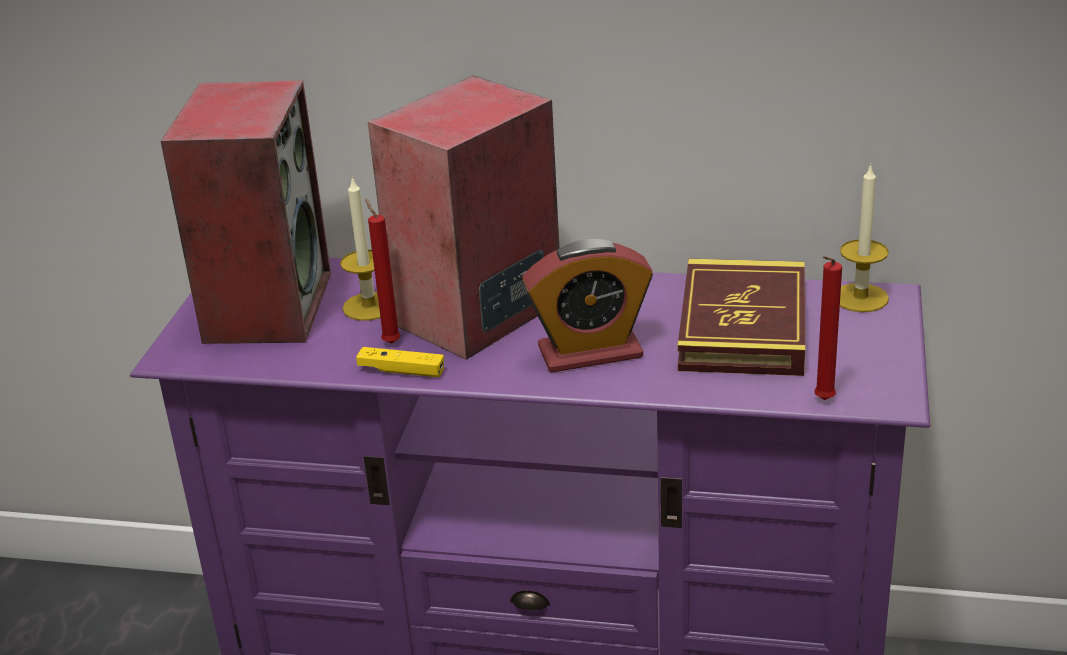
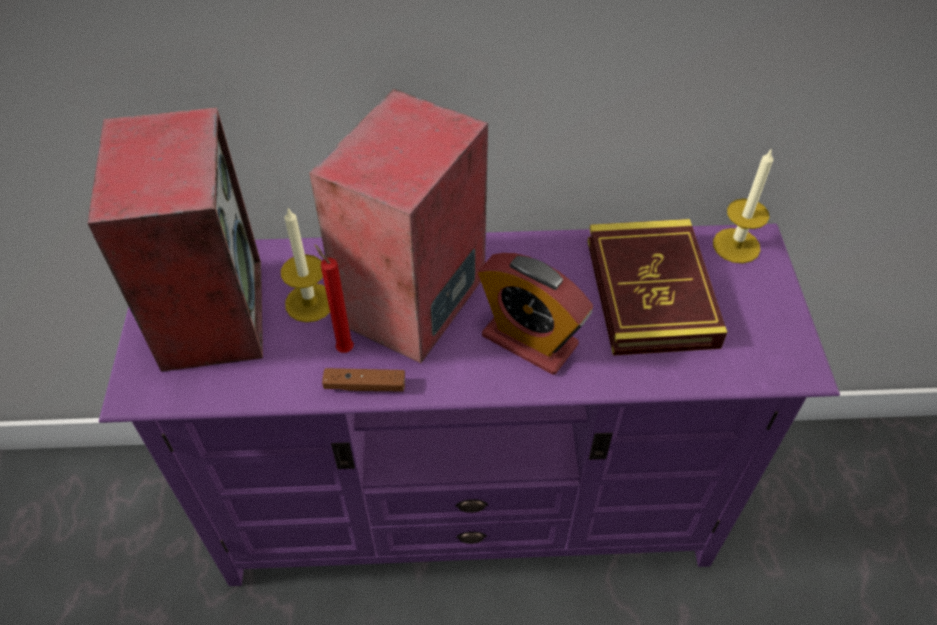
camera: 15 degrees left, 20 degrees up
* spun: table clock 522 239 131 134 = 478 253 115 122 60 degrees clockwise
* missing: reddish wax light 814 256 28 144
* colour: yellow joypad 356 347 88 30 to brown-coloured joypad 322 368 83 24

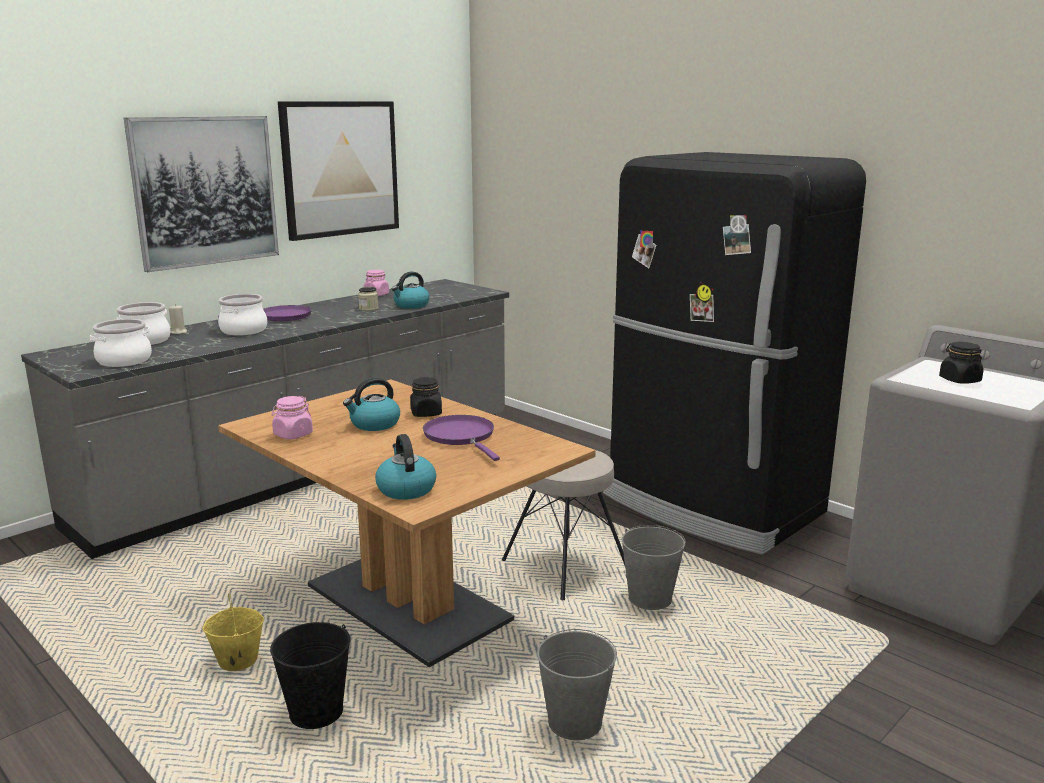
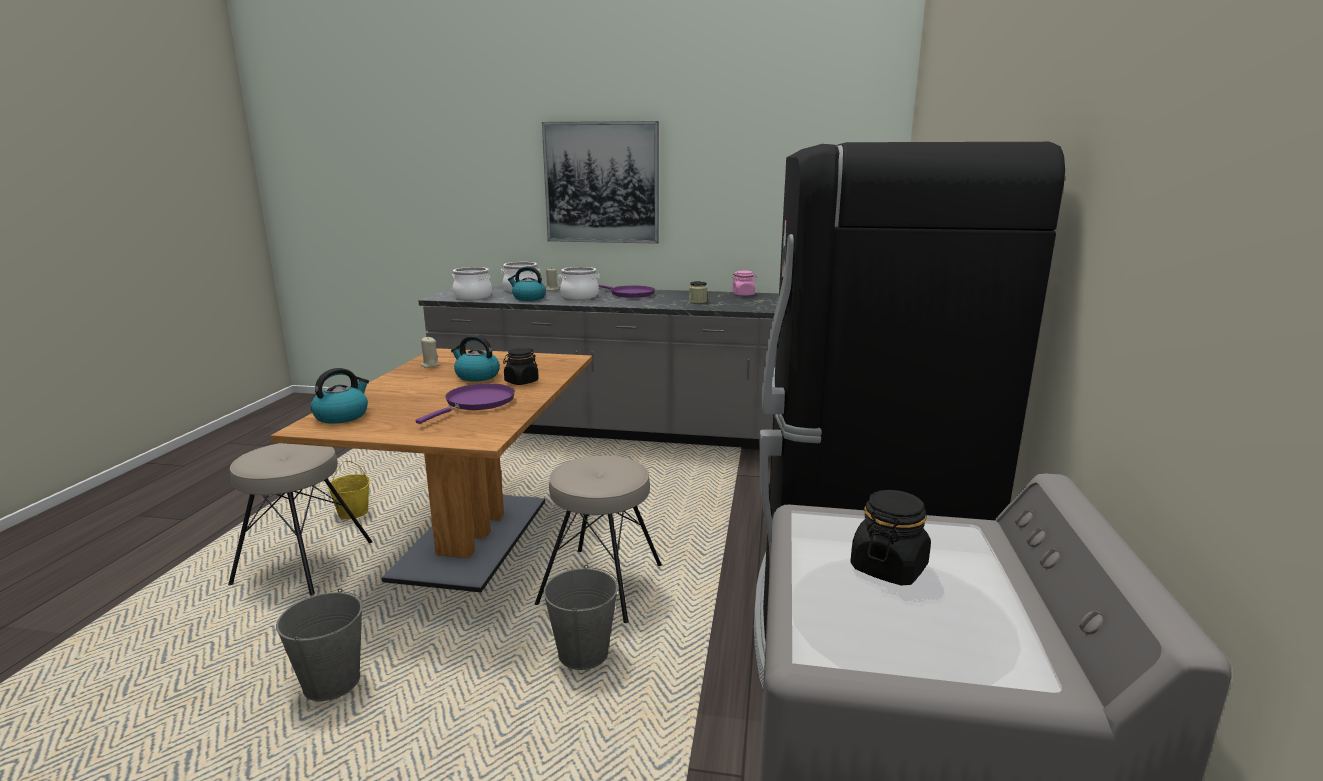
camera: 55 degrees right, 0 degrees up
* missing: picture 278 101 121 140
* relocated: tea kettle 392 272 38 37 to 508 267 38 34
* exchanged: pinkish storage jar 271 396 42 44 to sand-coloured wax light 421 337 19 31
* exchanged: black-coloured water bucket 270 622 80 107 to sand-coloured stool 228 443 145 152

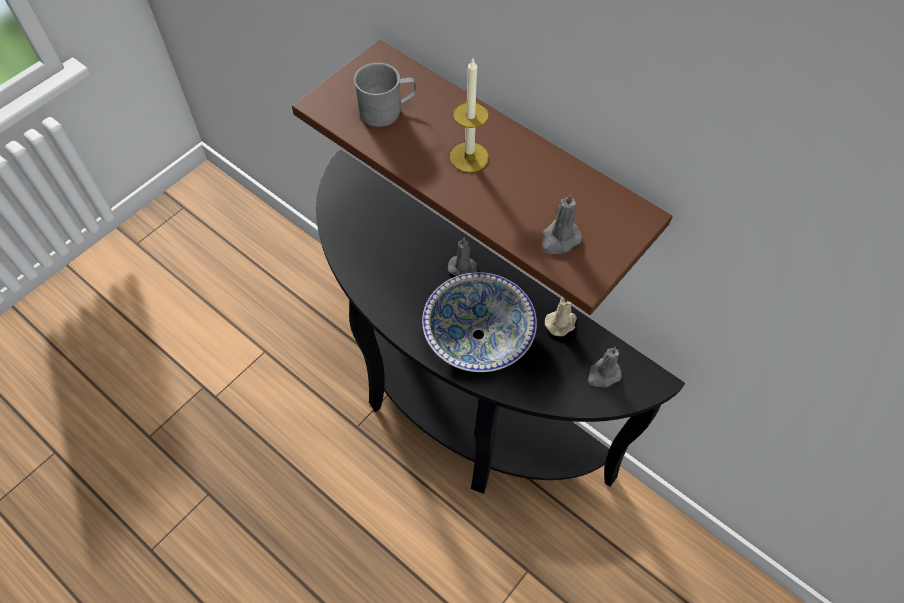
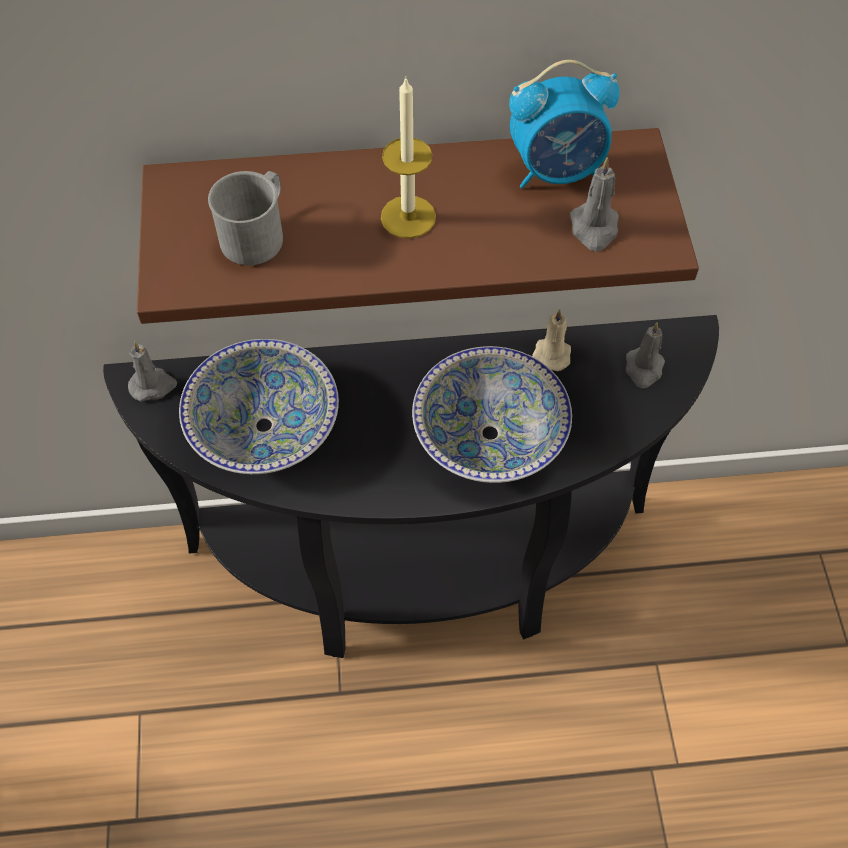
camera: 45 degrees left, 0 degrees up
* relocated: gray wax light 448 237 30 39 to 128 341 49 61
* appeared: table clock 509 60 111 129
* appeared: serving bowl 179 339 160 135

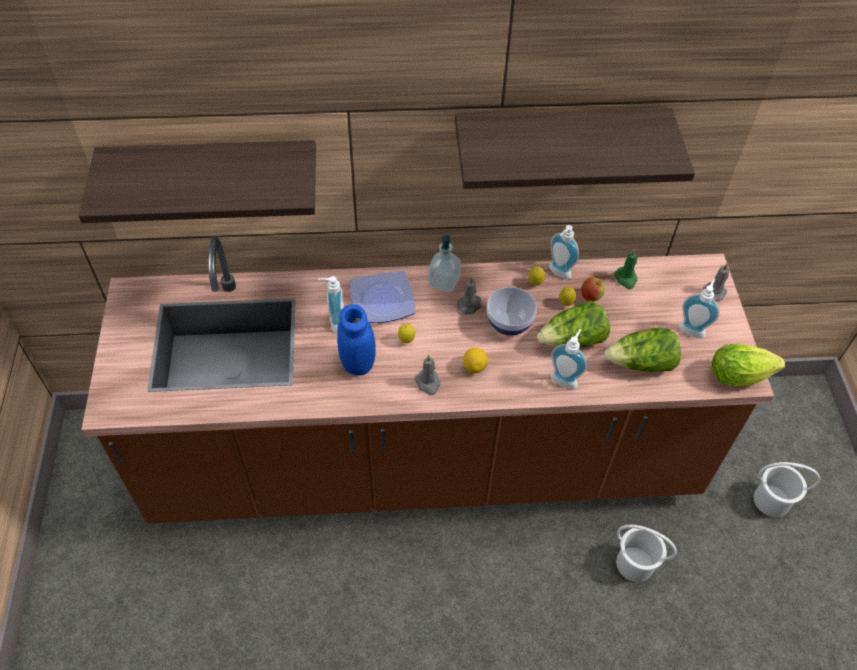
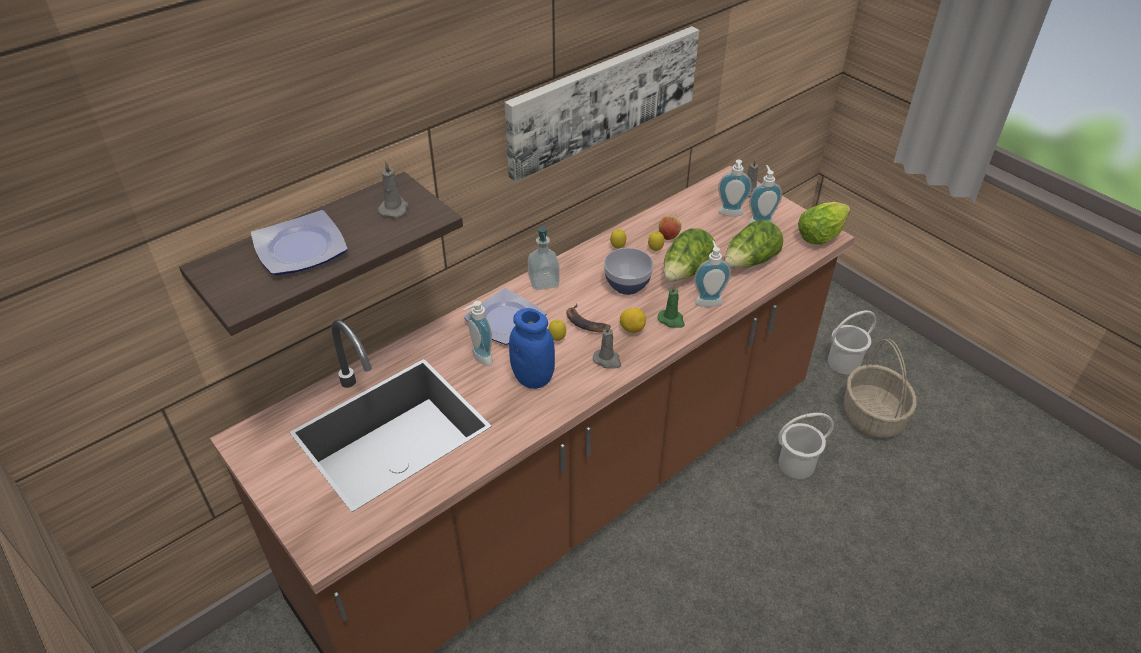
camera: 35 degrees left, 10 degrees down
* exchanged: shelf 455 108 240 81 to picture 504 26 195 156
* relocated: soap bottle 549 225 30 54 to 718 160 34 56
* relocated: greenish wax light 614 249 23 40 to 658 284 27 44
* relocated: gray wax light 457 276 24 38 to 378 161 31 57
* appeared: flat dish 251 210 97 65
* appeared: banana 566 304 45 28
* appeared: basket 844 339 73 99

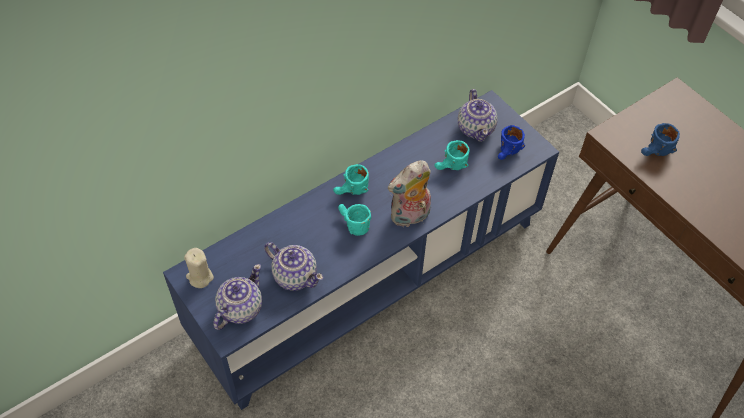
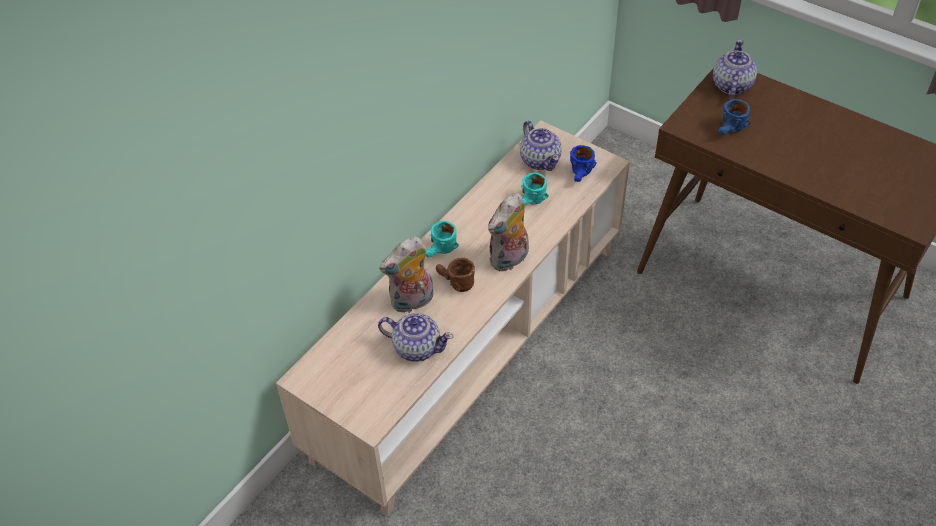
camera: 15 degrees left, 5 degrees down
* colour: blue tv stand 163 90 396 320 to sand-coloured tv stand 276 120 354 397
* colour: blue-green mug 338 204 33 32 to brown-coloured mug 436 258 39 34
* missing: sand-coloured wax light 184 248 30 40
* relocated: tea pot 213 264 49 66 to 713 40 44 58
* appeared: plush toy 380 236 53 77

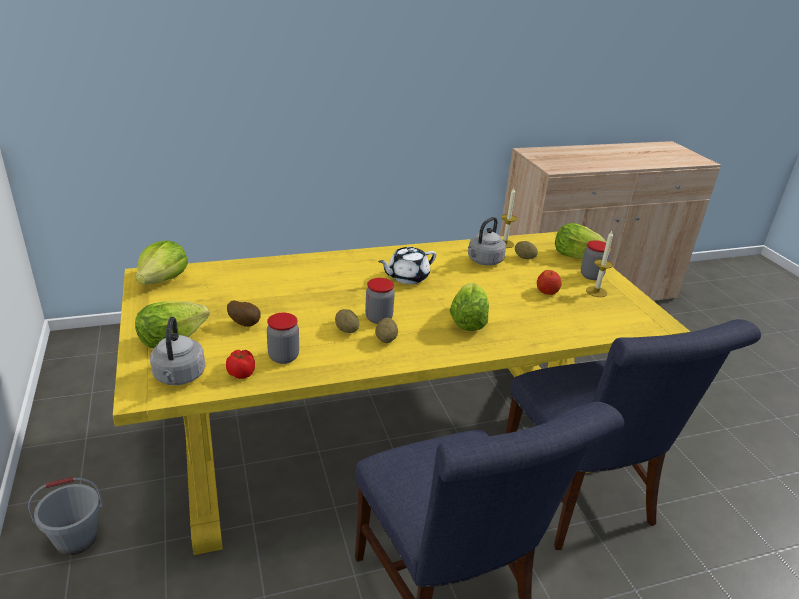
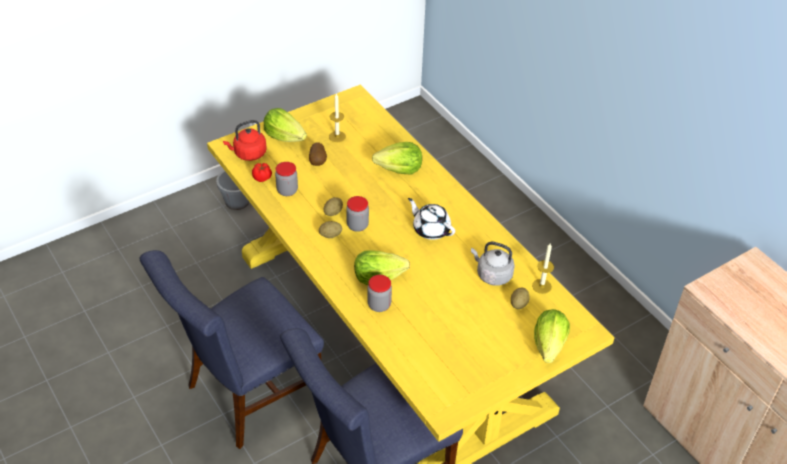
camera: 75 degrees right, 15 degrees up
* relocated: wax light 586 231 27 66 to 329 93 17 49
* relocated: storage jar 581 240 30 40 to 367 275 25 37
* relocated: lettuce 136 241 52 43 to 372 142 50 33
* missing: whole apple 537 270 25 25
* colour: gray tea kettle 150 317 55 68 to reddish tea kettle 223 120 44 41

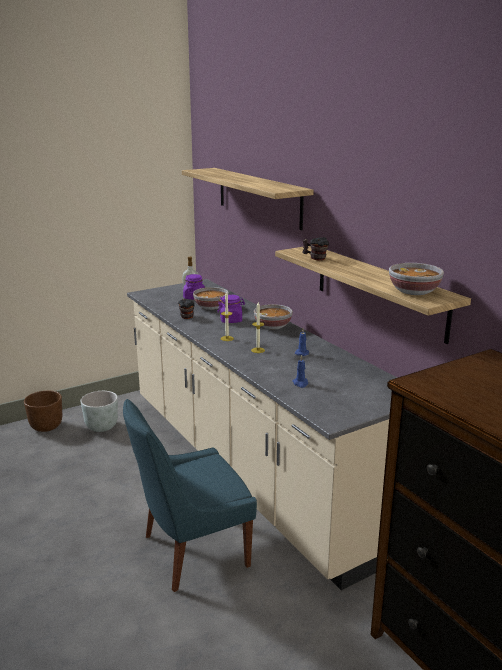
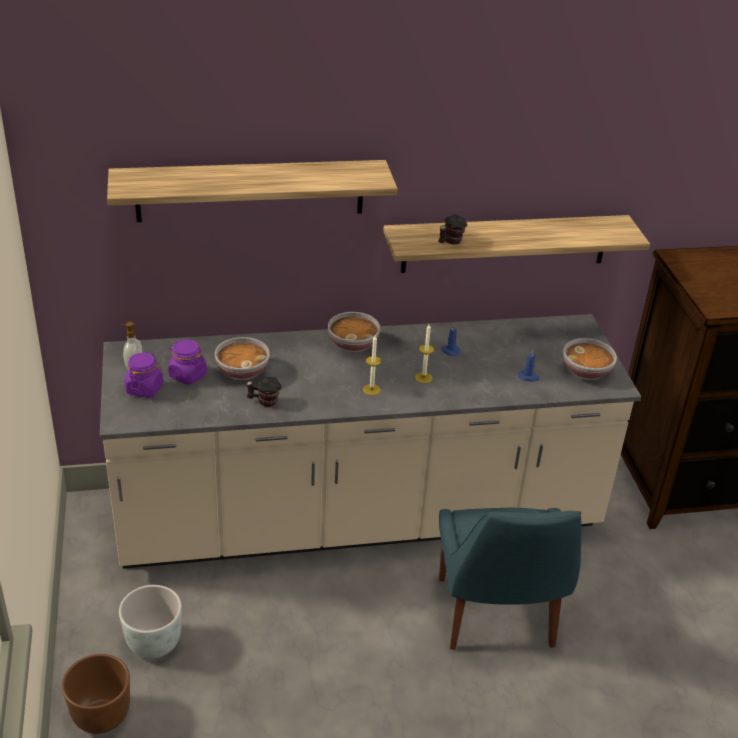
camera: 70 degrees left, 15 degrees up
* relocated: serving bowl 389 263 55 32 to 563 338 54 42
* relocated: purplish storage jar 218 295 27 28 to 125 352 38 46

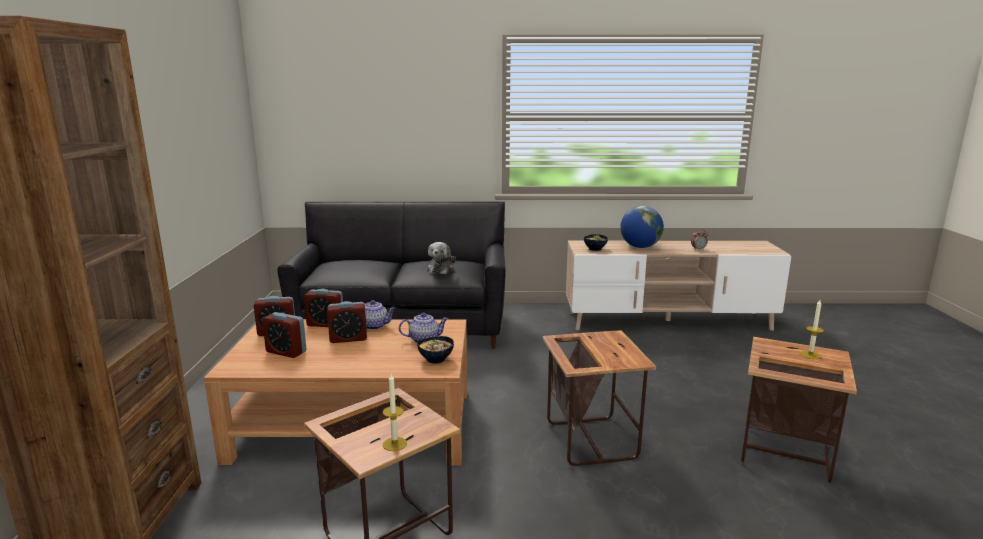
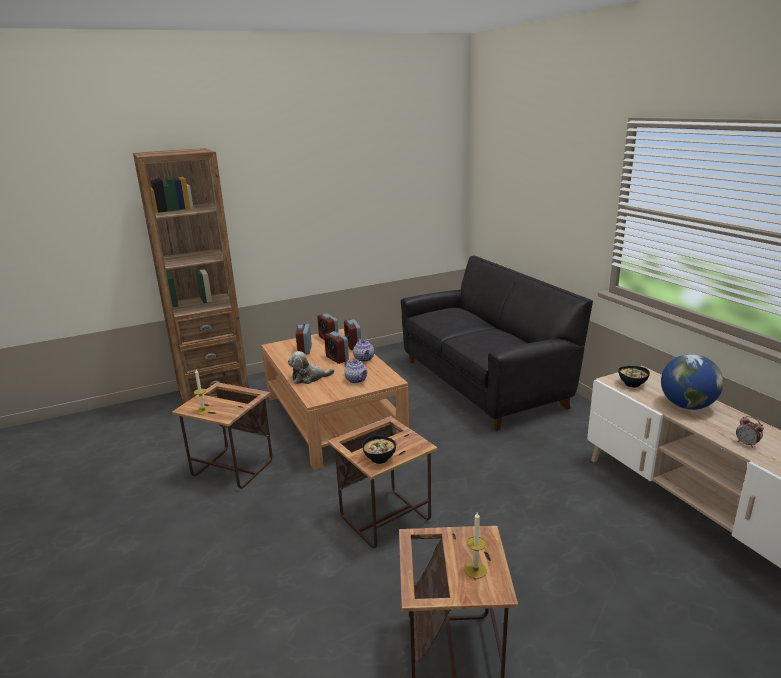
camera: 65 degrees right, 5 degrees up
* relocated: plush toy 428 242 28 32 to 288 351 47 33
* relocated: serving bowl 417 336 37 27 to 362 436 34 28

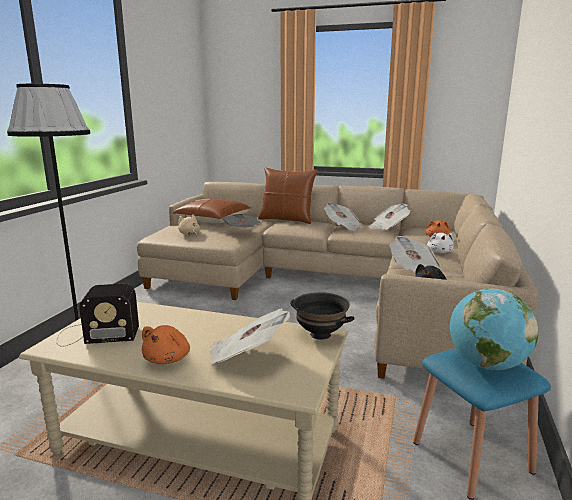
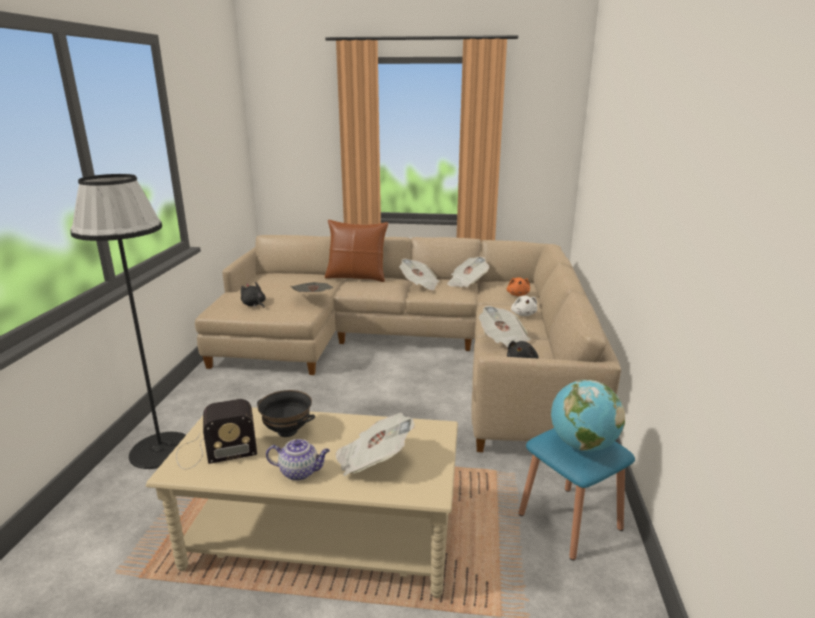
camera: 10 degrees left, 5 degrees up
* missing: brown-coloured cushion 173 198 78 25
* colour: sand-coloured plush toy 178 214 22 22 to black-coloured plush toy 241 282 25 26
* relocated: black-coloured serving bowl 290 292 64 48 to 257 390 58 47
* exchanged: orangey plush toy 142 325 48 39 to tea pot 266 439 64 42

